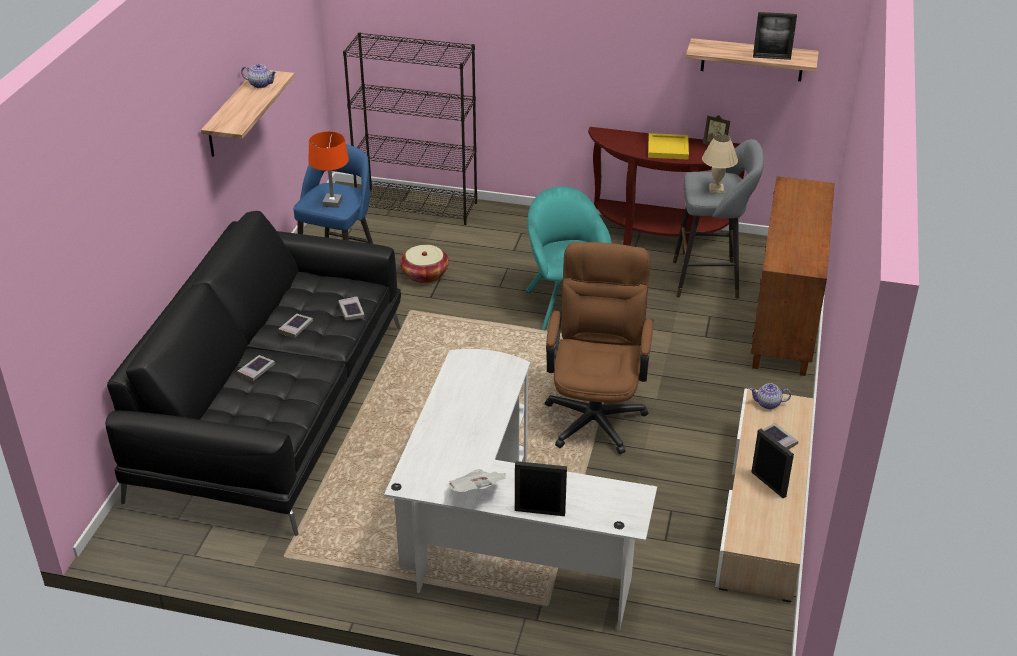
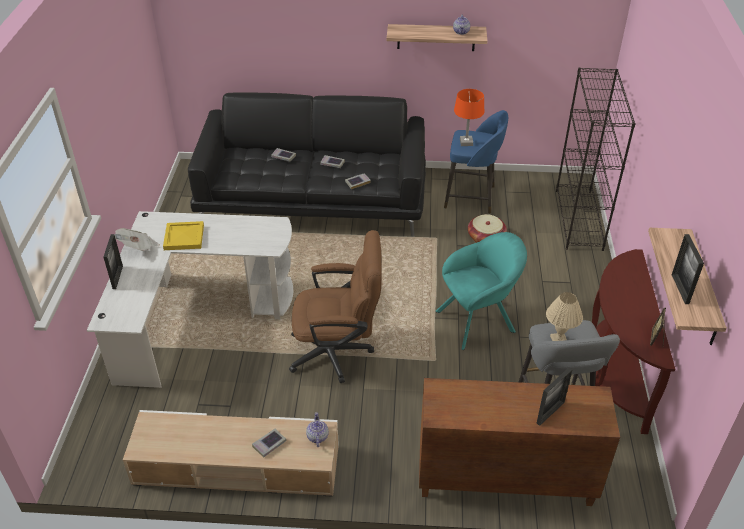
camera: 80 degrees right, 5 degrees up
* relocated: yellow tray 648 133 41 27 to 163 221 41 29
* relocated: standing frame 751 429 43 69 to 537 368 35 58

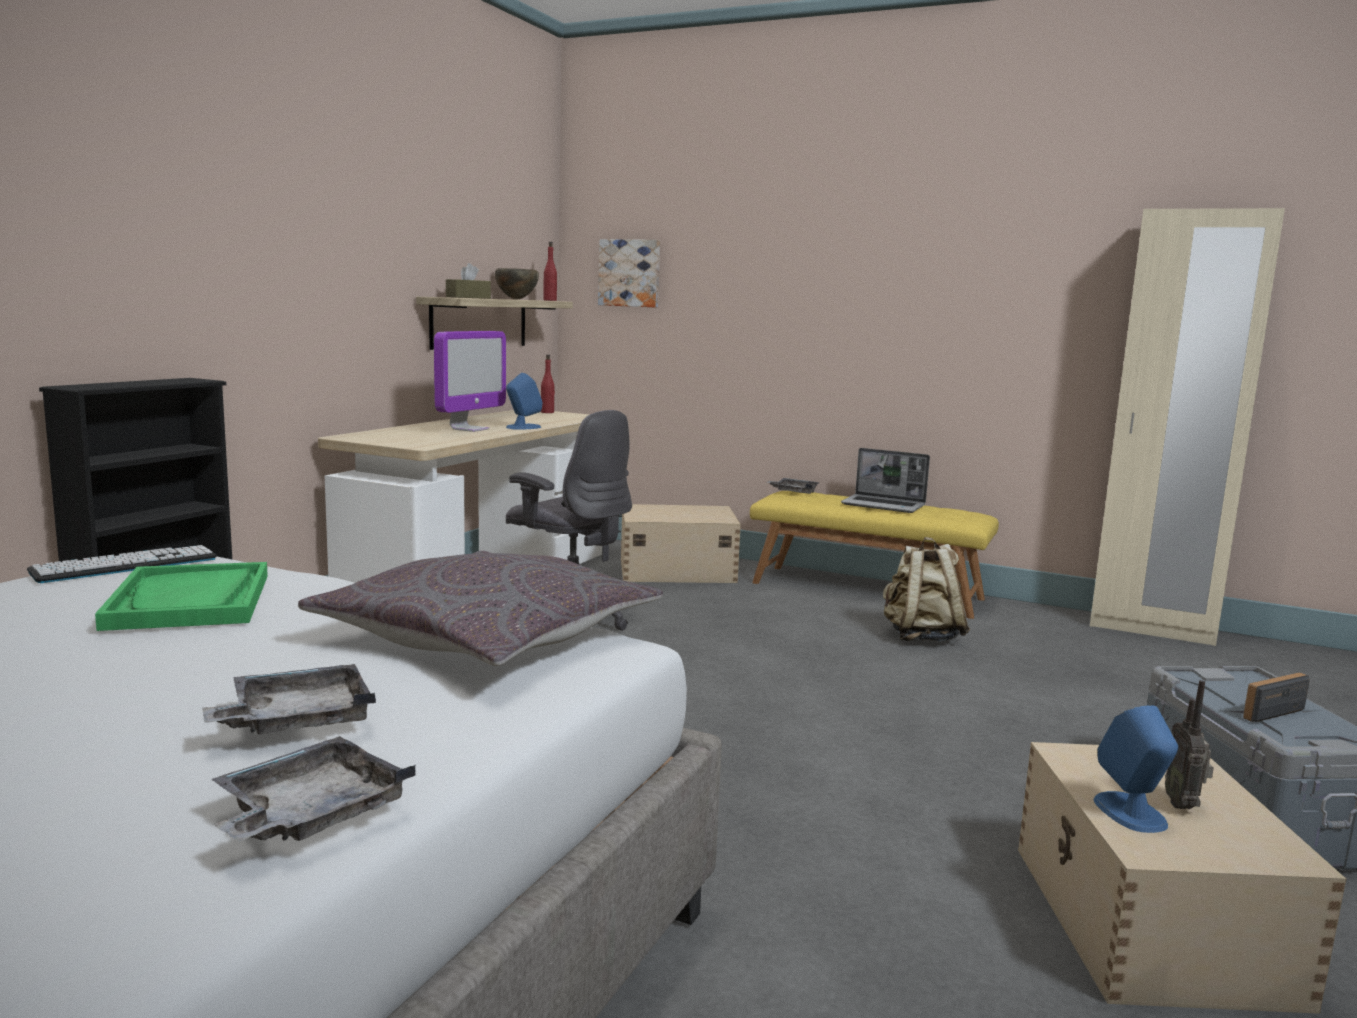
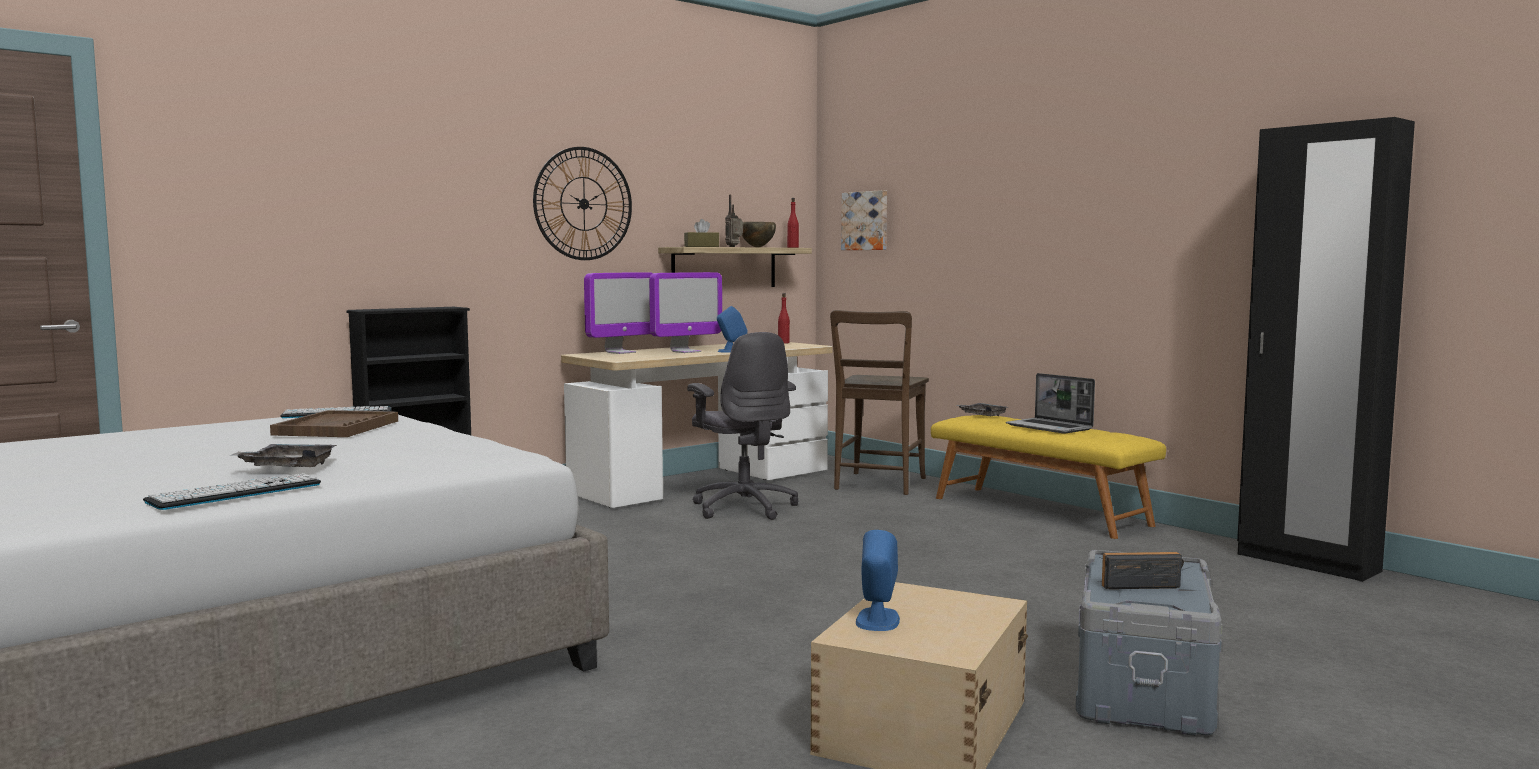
camera: 25 degrees right, 5 degrees down
* colour: sand-coloured armoire 1090 208 195 438 to black-coloured armoire 1237 117 178 465
* exchanged: sand-coloured storage box 621 504 120 79 to brown-coloured upright chair 830 310 99 185
* missing: sand-coloured rucksack 883 537 87 105
* missing: gray cushion 298 551 365 115
* colour: greenish tray 95 562 173 69 to brown-coloured tray 270 410 128 27
* relocated: radio 1165 680 49 129 to 725 194 18 53
* exchanged: gray tray 211 736 205 105 to computer keyboard 143 473 178 37
* appeared: clock on the wall 533 147 99 113
* appeared: computer screen 584 272 69 82

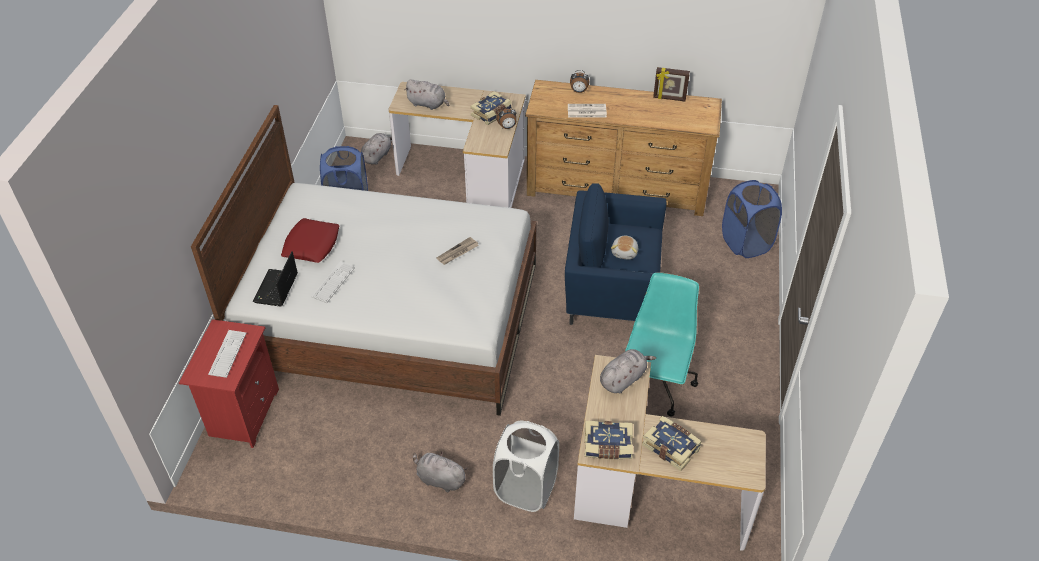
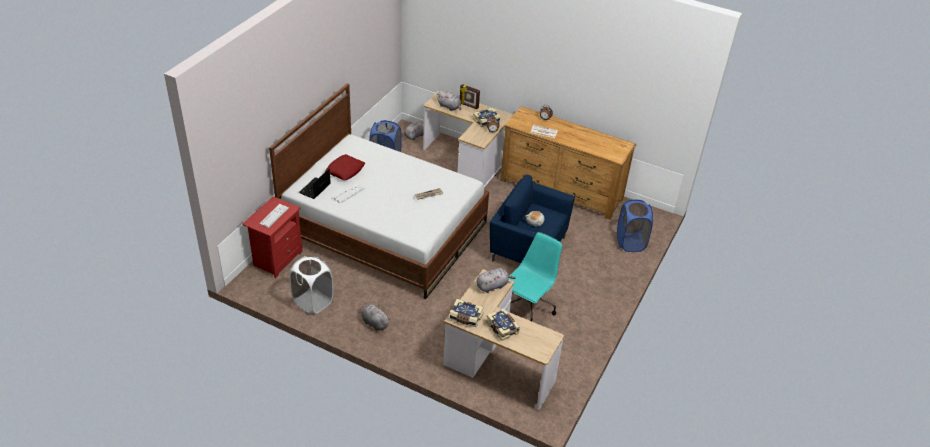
camera: 15 degrees right, 5 degrees down
* relocated: standing frame 653 67 37 34 to 460 84 20 25
* relocated: white hamper 493 421 66 91 to 289 256 44 57

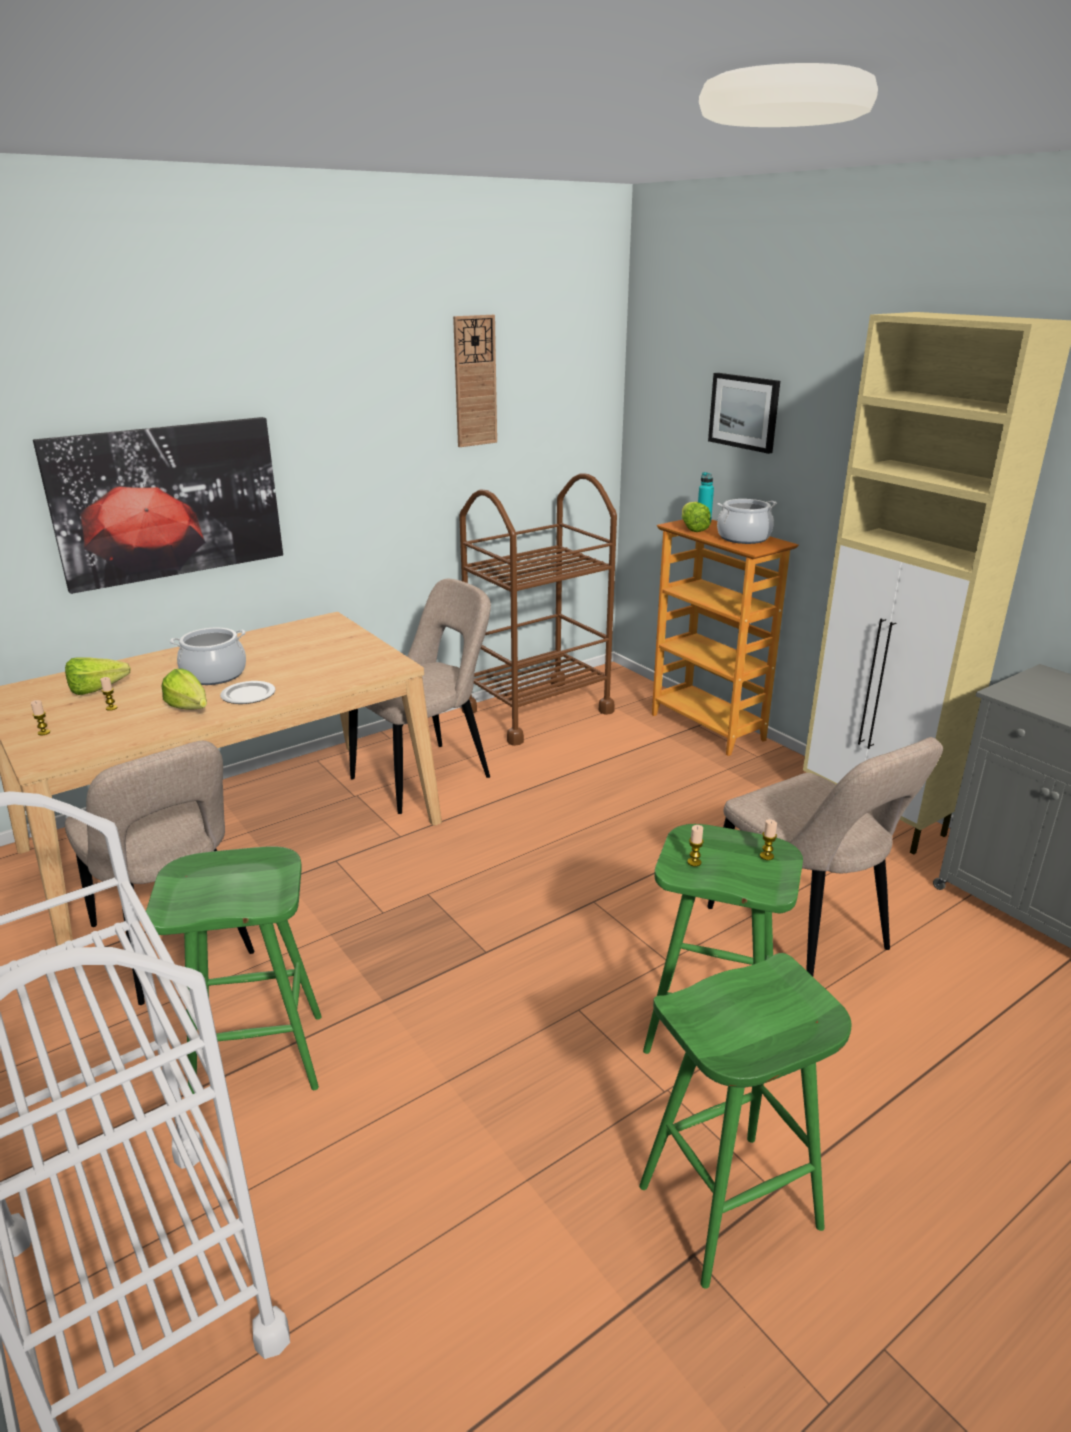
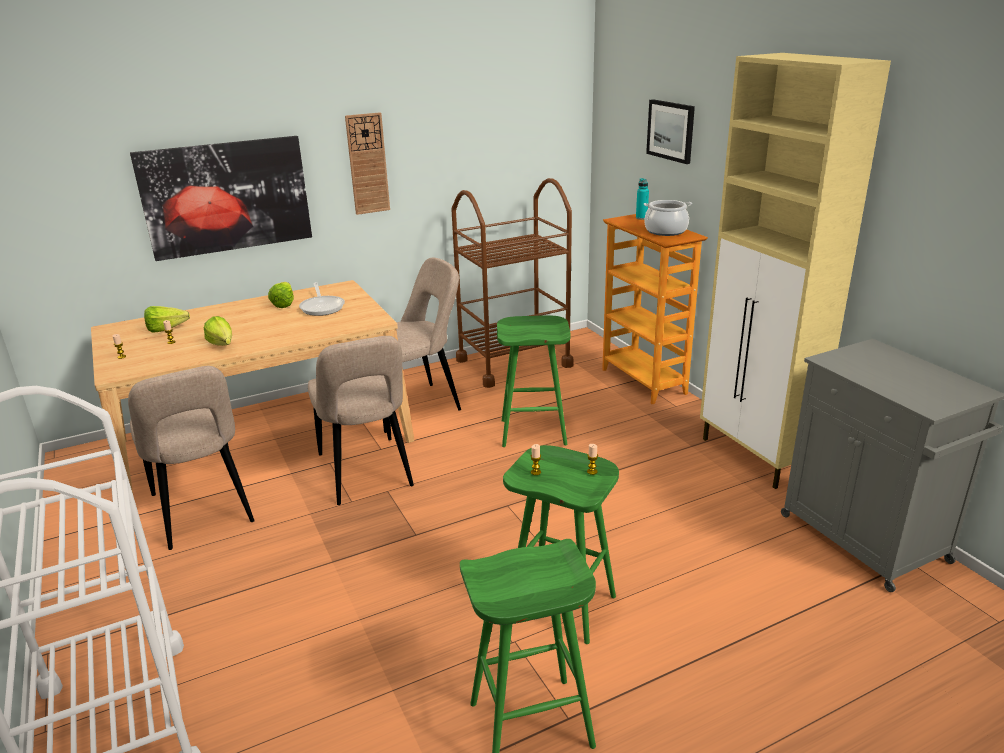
camera: 10 degrees right, 0 degrees up
* relocated: clock on the wall 453 315 44 132 to 345 112 45 103
* relocated: lettuce 682 502 29 30 to 268 282 26 26
* missing: cooking pot 170 628 76 57
* missing: flat dish 220 681 56 23
* relocated: sand-coloured upright chair 707 737 236 239 to 308 336 106 169
* relocated: greenish stool 146 846 176 248 to 497 315 74 132
* appeared: frying pan 299 282 46 34

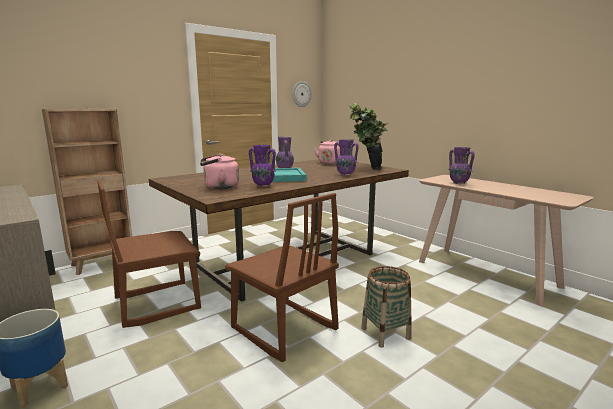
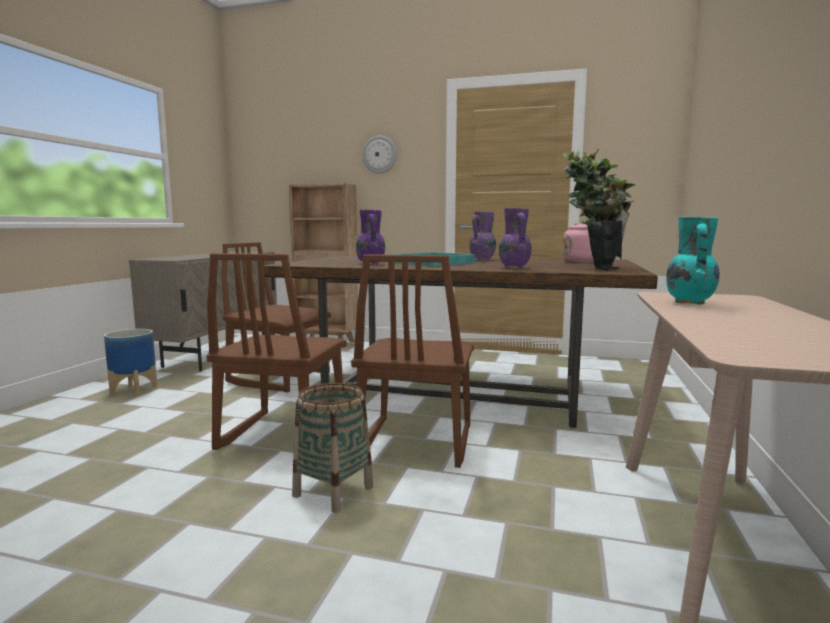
camera: 55 degrees right, 5 degrees down
* relocated: clock on the wall 292 81 20 26 to 362 136 35 38
* colour: purplish decorative vase 448 147 27 37 to blue-green decorative vase 666 217 53 87
* missing: pinkish tea kettle 200 154 39 35
* appeared: brown-coloured upright chair 351 254 123 214

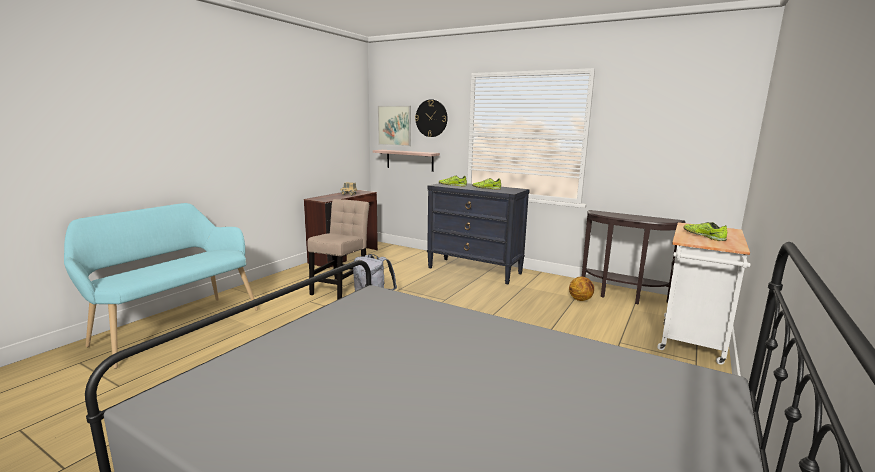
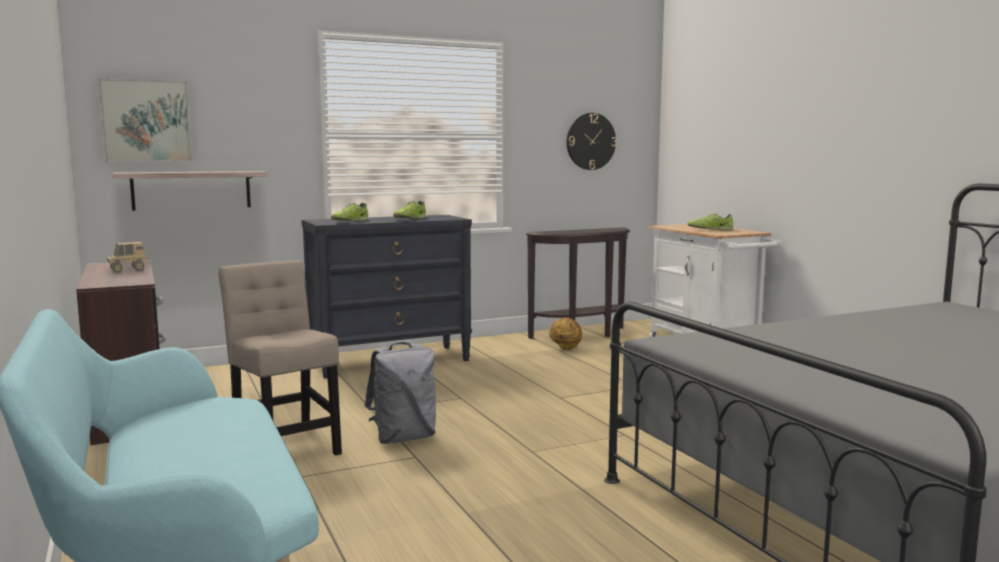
camera: 55 degrees left, 5 degrees down
* relocated: clock on the wall 415 99 32 38 to 566 113 51 57

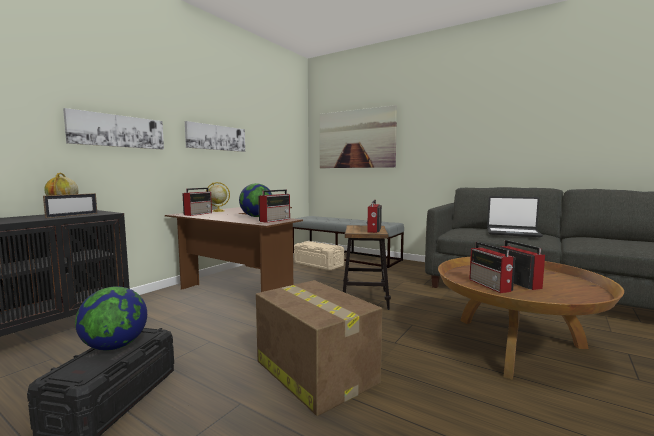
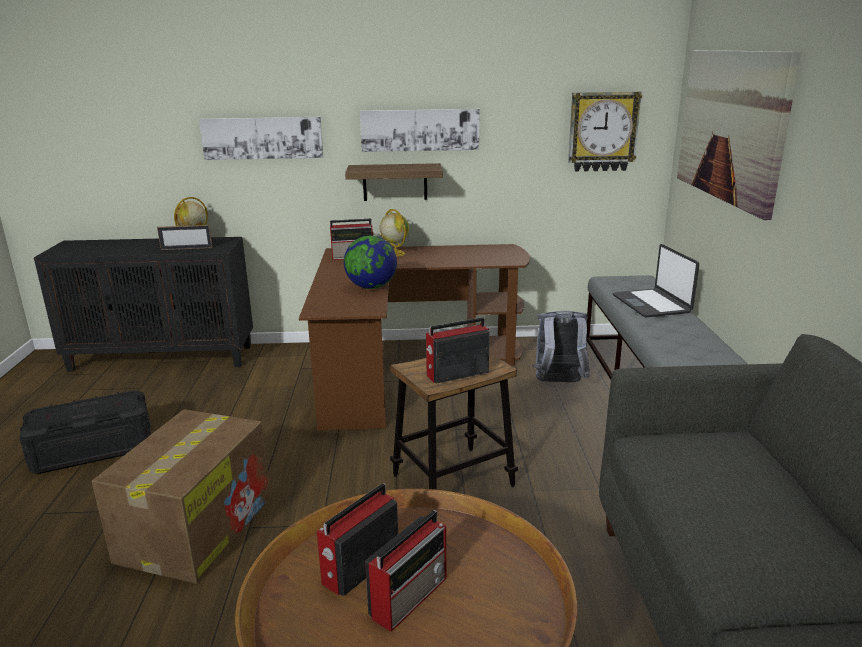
camera: 55 degrees right, 15 degrees up
* missing: radio 258 189 32 34
* relocated: laptop 487 196 56 41 to 613 244 86 73
* exchanged: sand-coloured storage box 294 241 50 30 to gray rucksack 532 311 58 71
* missing: world globe 75 286 72 64
* appeared: clock on the wall 568 91 74 81
* appeared: shelf 345 163 98 38

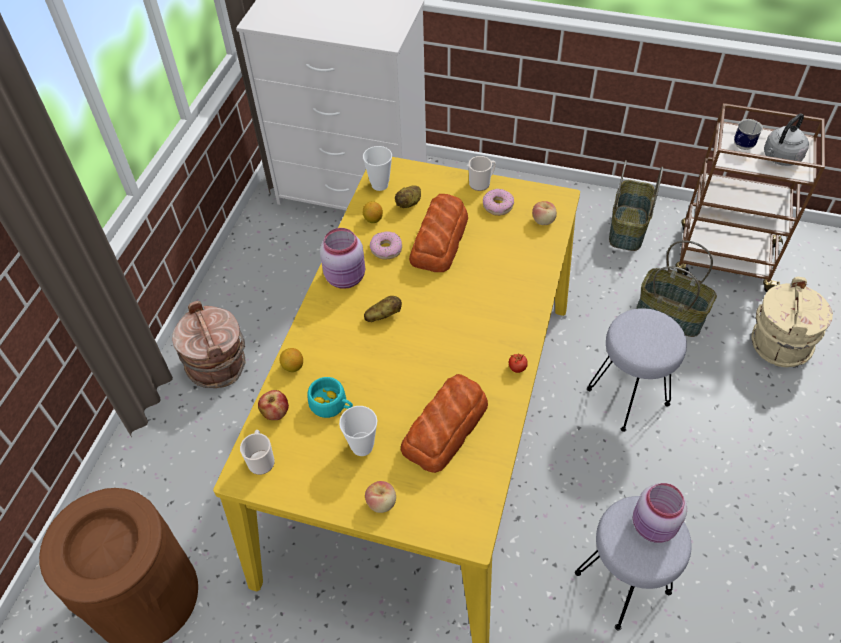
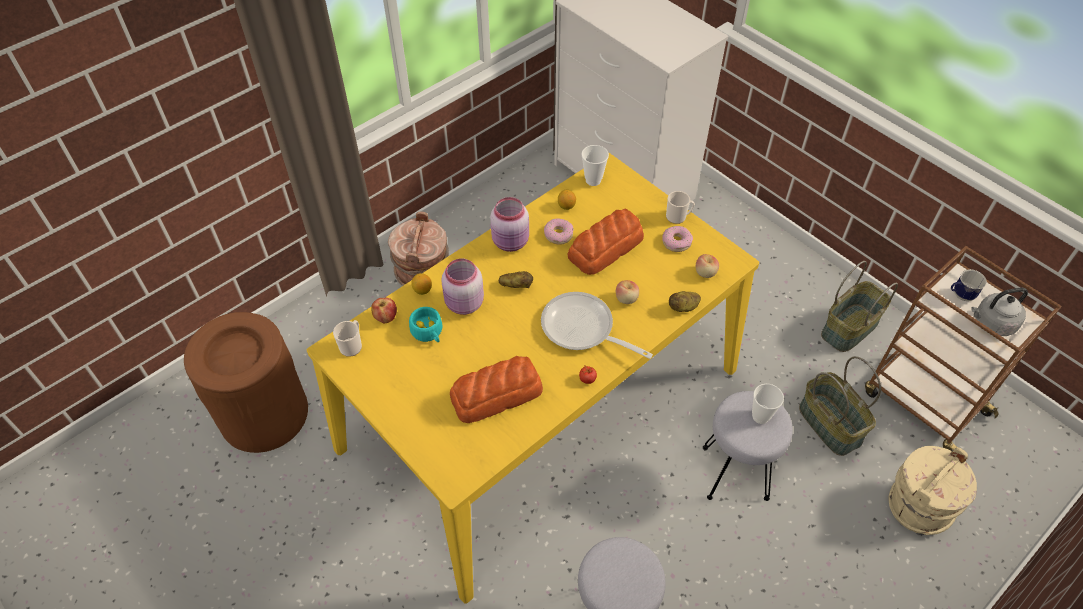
camera: 30 degrees right, 0 degrees up
* relocated: spud 395 185 26 23 to 669 291 32 21
* relocated: small cup 339 406 38 50 to 752 384 32 40
* relocated: whole apple 365 481 31 32 to 616 280 23 24
* relocated: pinkish storage jar 633 483 54 60 to 441 258 43 57
* appeared: frying pan 541 292 112 67

